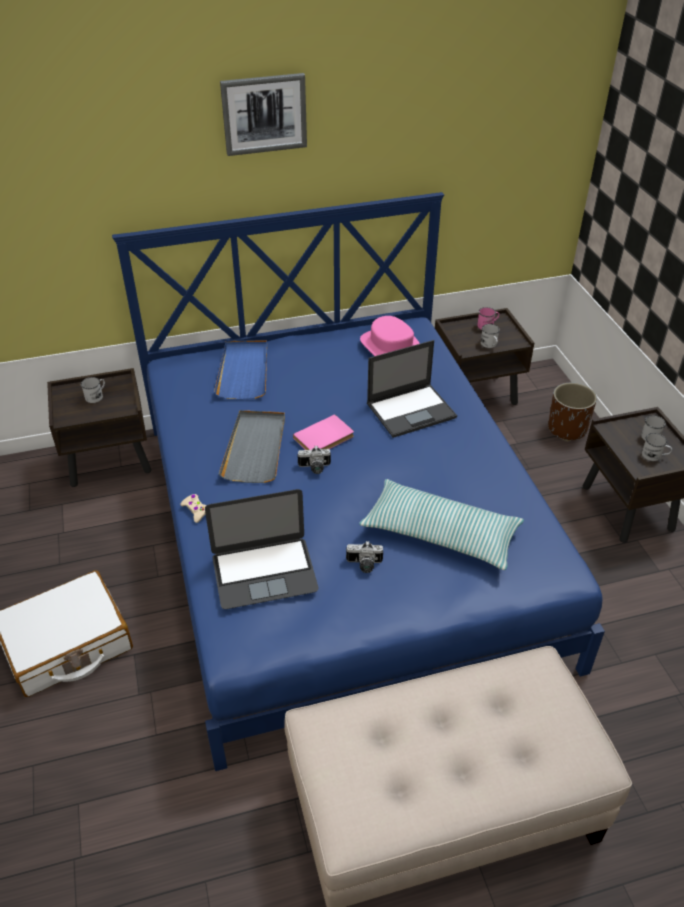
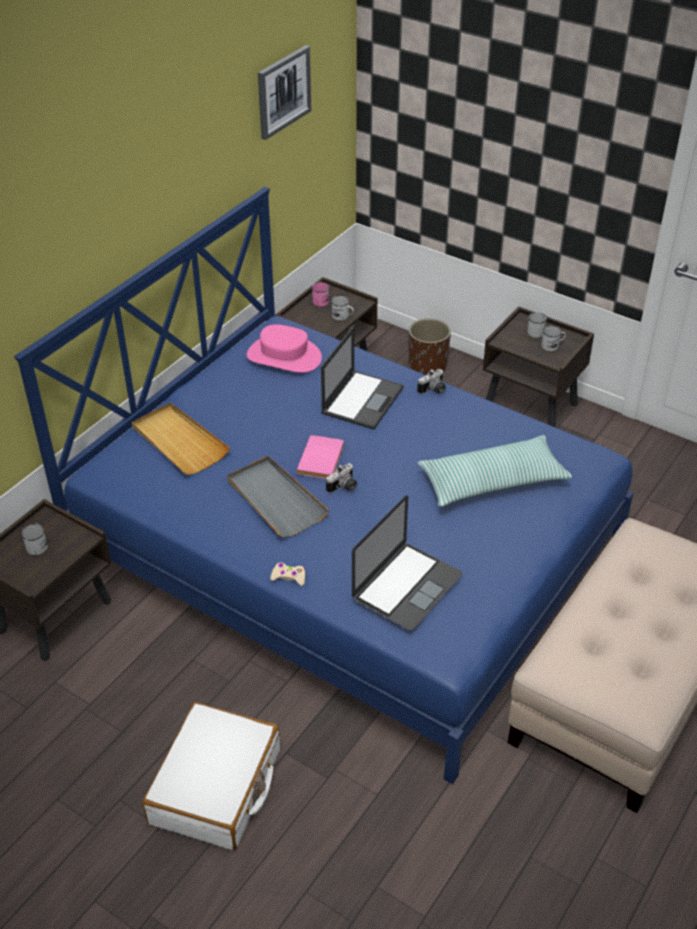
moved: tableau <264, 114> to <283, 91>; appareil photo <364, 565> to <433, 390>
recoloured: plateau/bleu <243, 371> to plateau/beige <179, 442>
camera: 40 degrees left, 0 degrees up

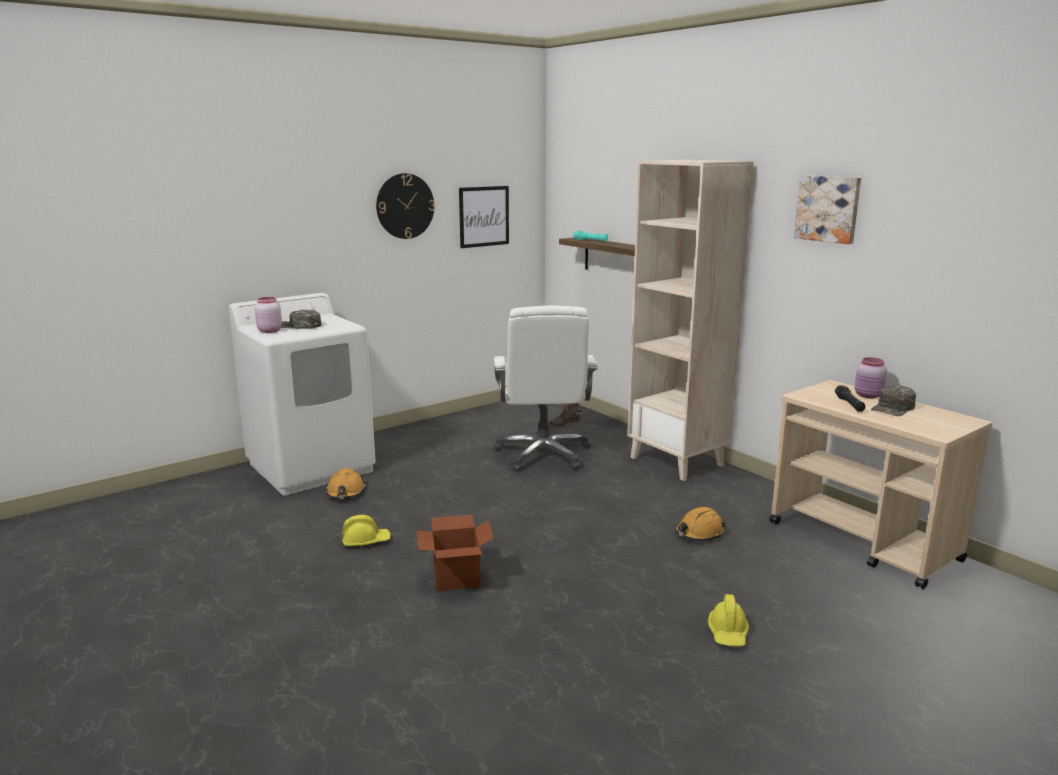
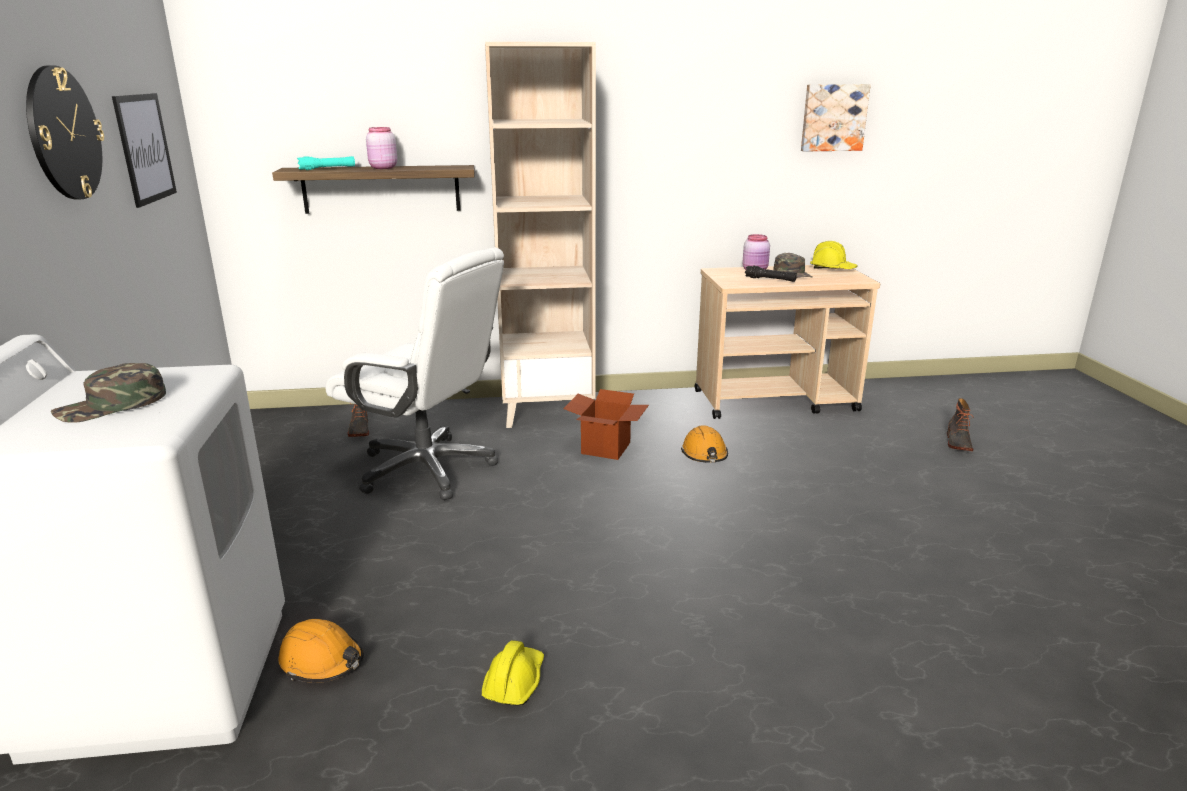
added: botte <957, 442>
moved: bocal/rose <269, 331> to <382, 168>; carton <456, 578> to <605, 448>; casque de chantier/jaune <728, 633> to <832, 269>; tableau <828, 208> to <833, 117>
camera: 60 degrees left, 5 degrees up

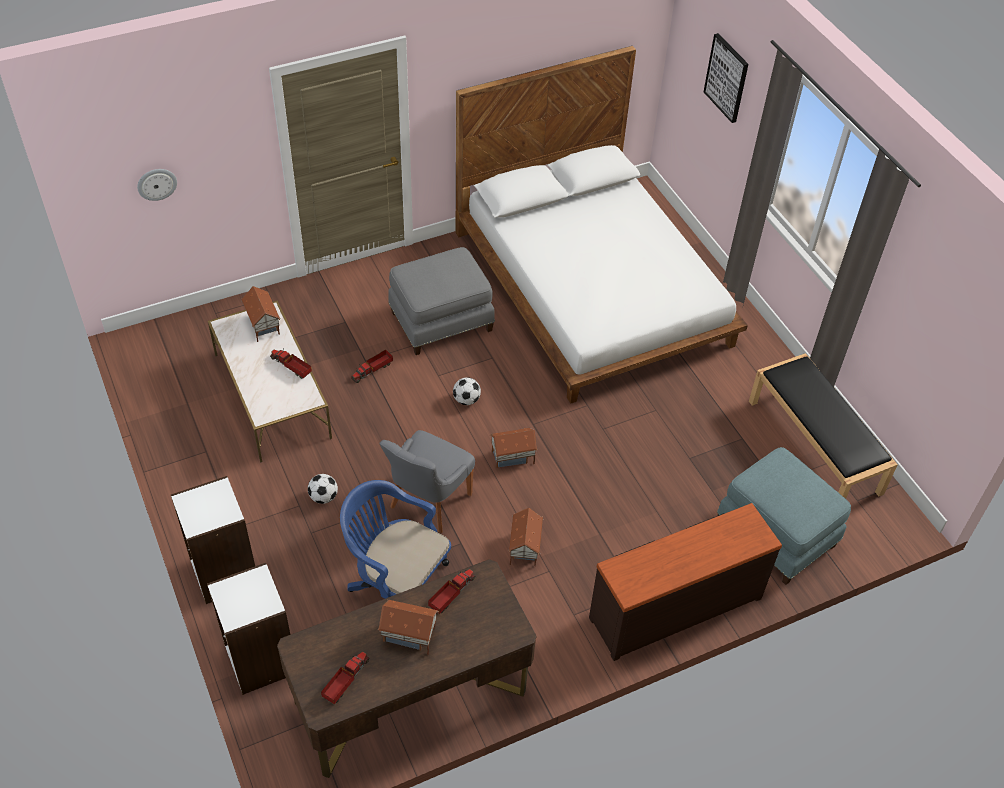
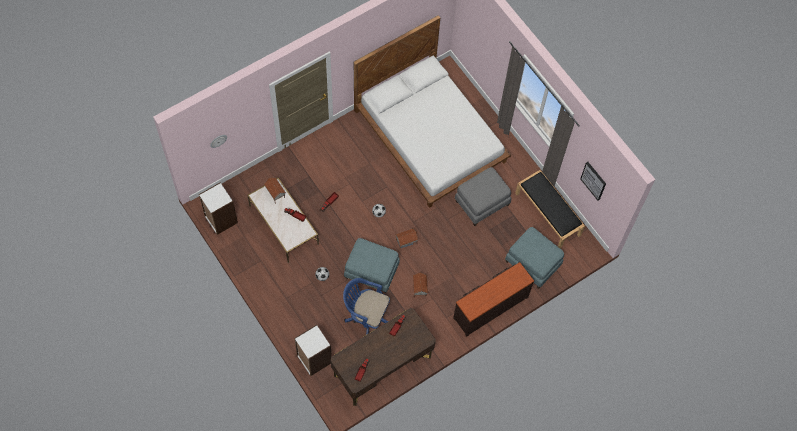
removed: maison miniature <409, 636>
moved: bibliothèque/blanc <223, 572> to <220, 219>; pouf/gris <441, 320> to <481, 202>; tableau <727, 78> to <593, 180>
replaced: chaise/gris <428, 502> to pouf/bleu <371, 272>
camera: 10 degrees left, 15 degrees up

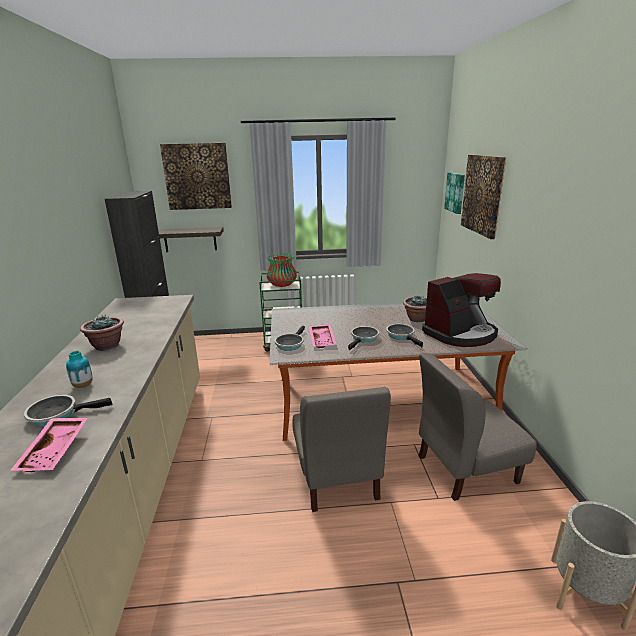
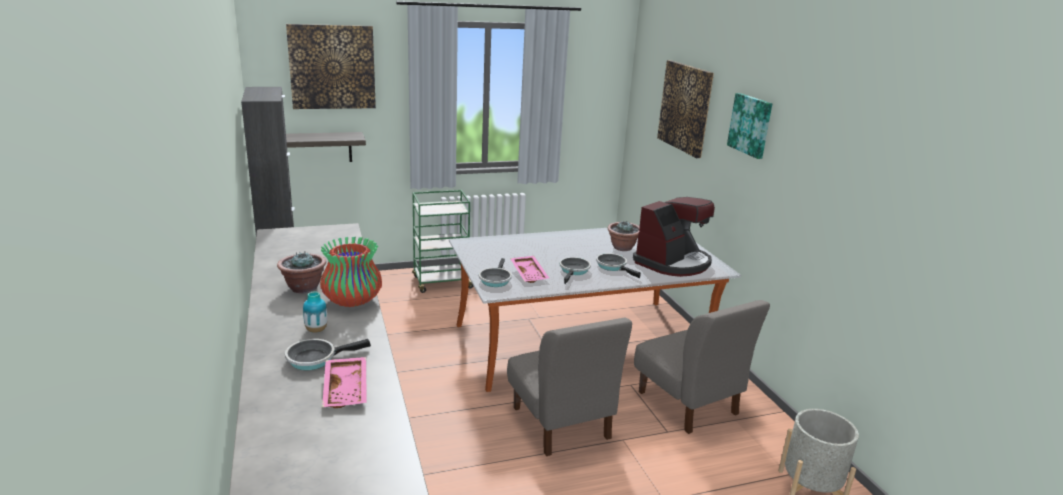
moved: vase <282, 284> to <352, 300>; tableau <456, 192> to <751, 125>
turned: chaise/gris <466, 468> = <687, 403> 90 degrees counterclockwise
camera: 15 degrees left, 0 degrees up

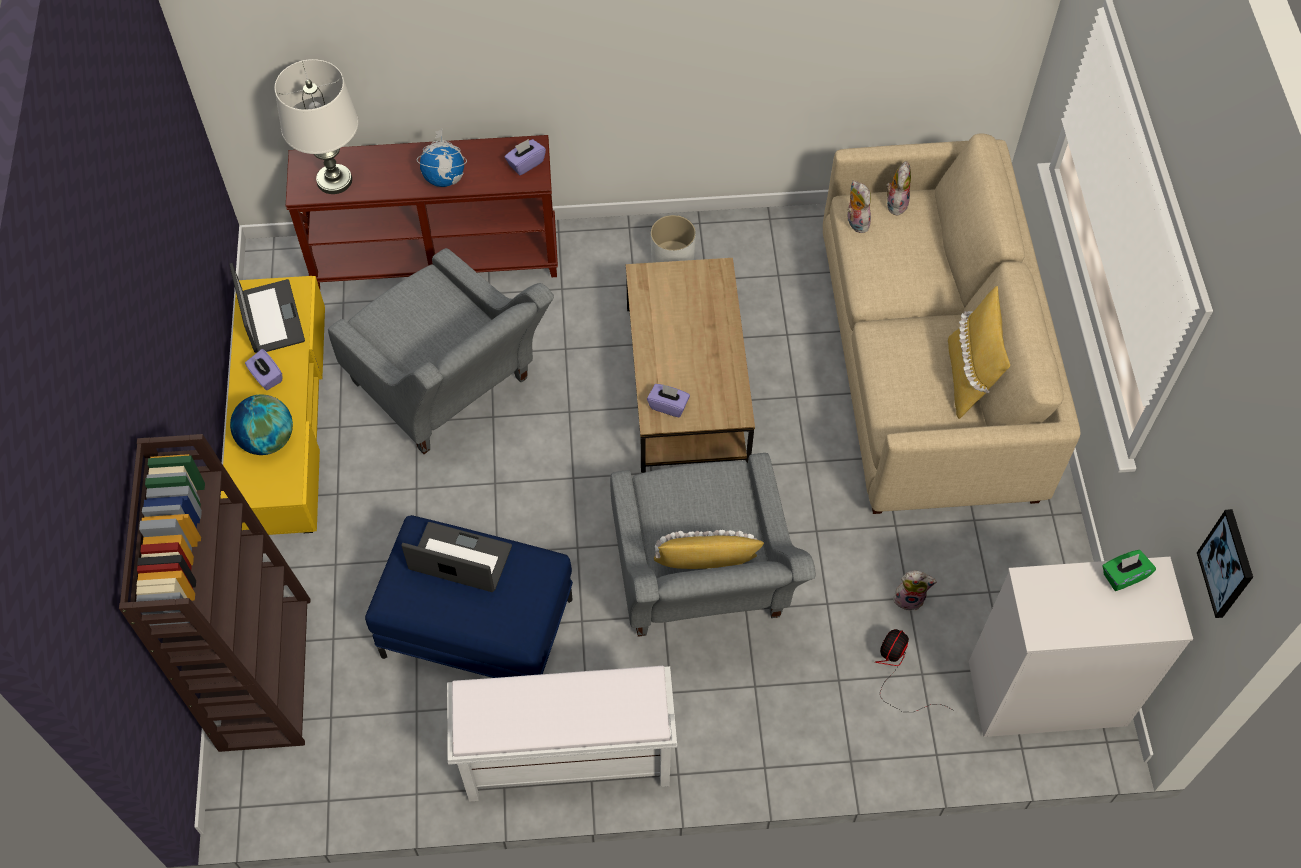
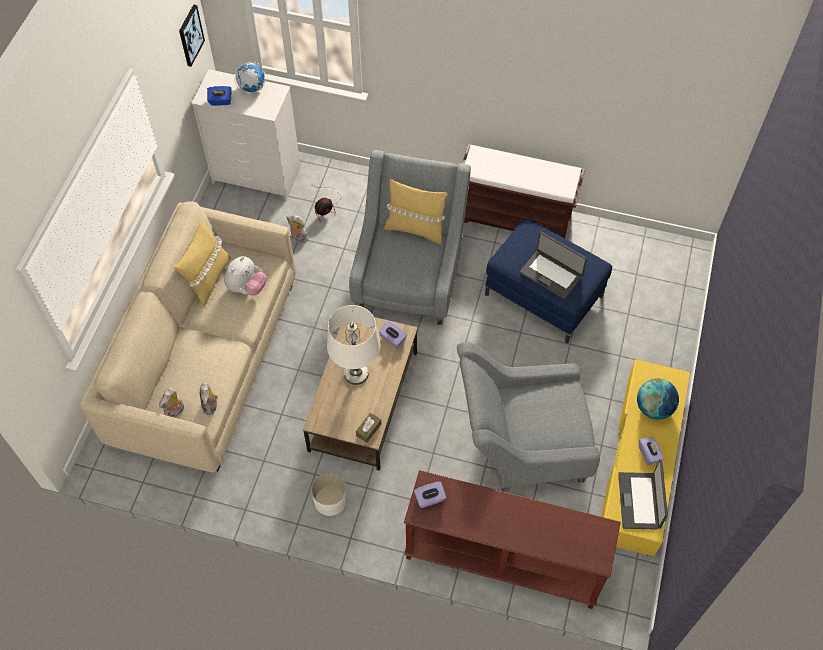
removed: bibliothèque/marron <264, 671>
added: peluche <247, 287>; boîte à mouchoirs/marron <368, 430>
moved: lampe de table/blanc <334, 180> to <356, 373>; globe <445, 178> to <251, 88>
recoloured: banc/blanc <565, 760> to banc/marron <515, 218>; boîte à mouchoirs/vert <1123, 576> to boîte à mouchoirs/bleu <220, 101>
turned: fauteuil/gris <452, 392> = <520, 445> 75 degrees counterclockwise
camera: 160 degrees left, 0 degrees up

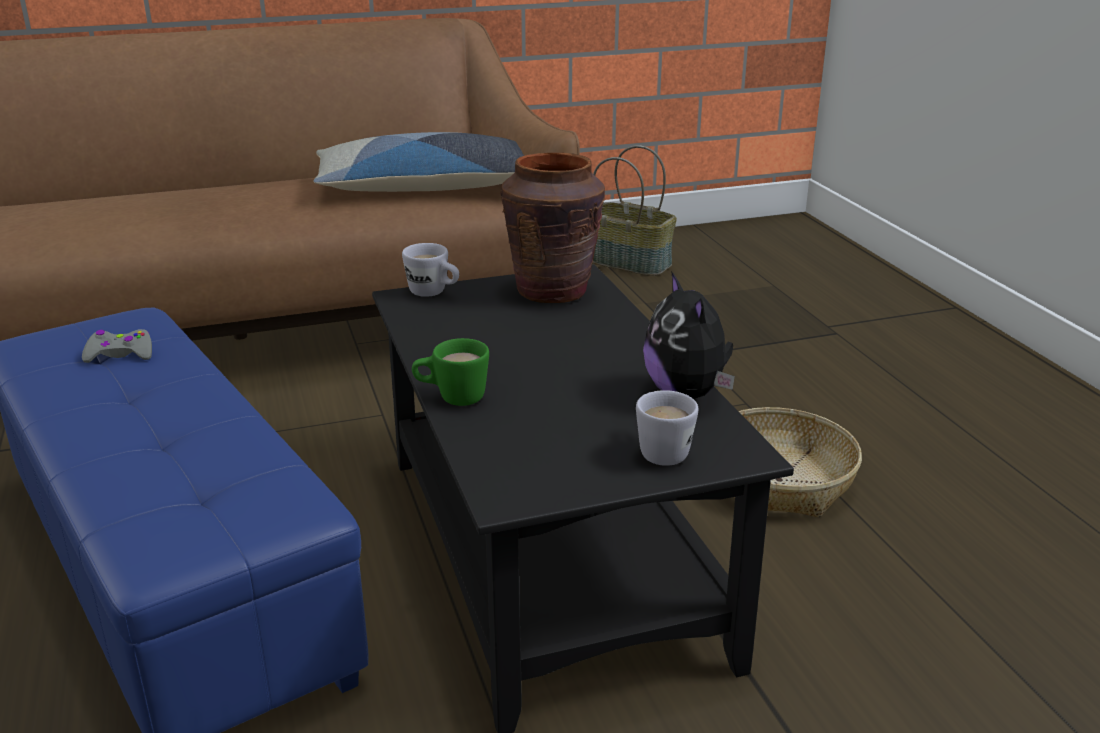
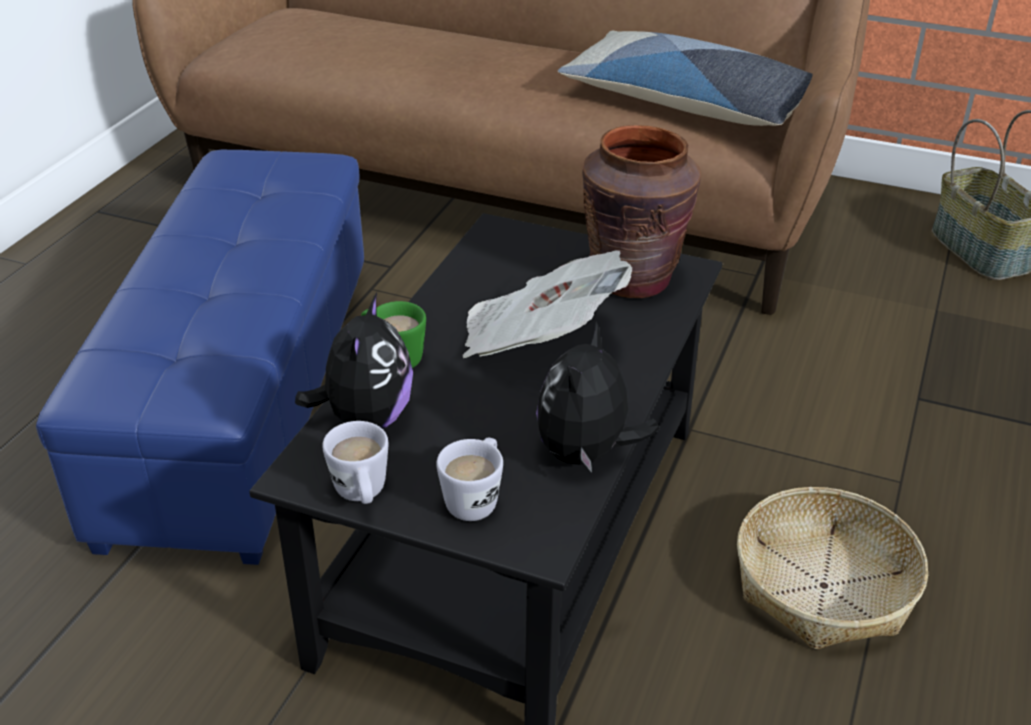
removed: manette/gris <120, 354>
added: peluche <366, 418>; journal <538, 341>
moved: mug/blanc <434, 293> to <362, 495>
camera: 40 degrees right, 10 degrees up

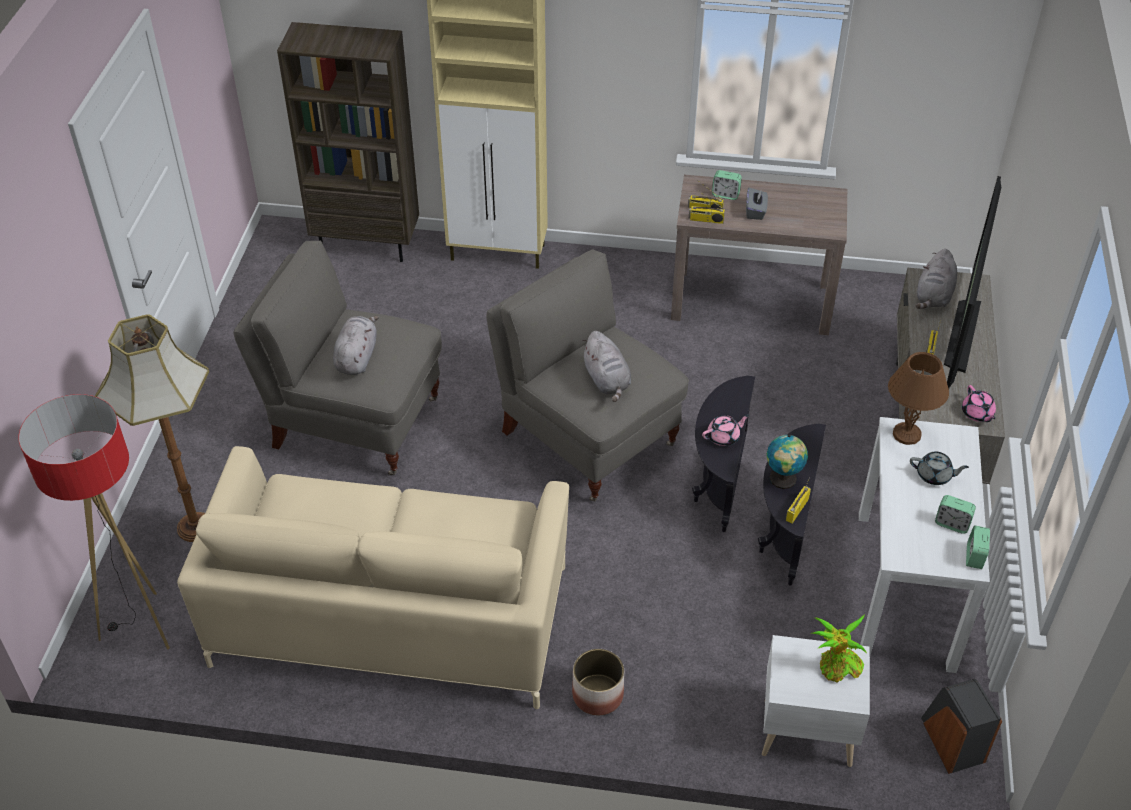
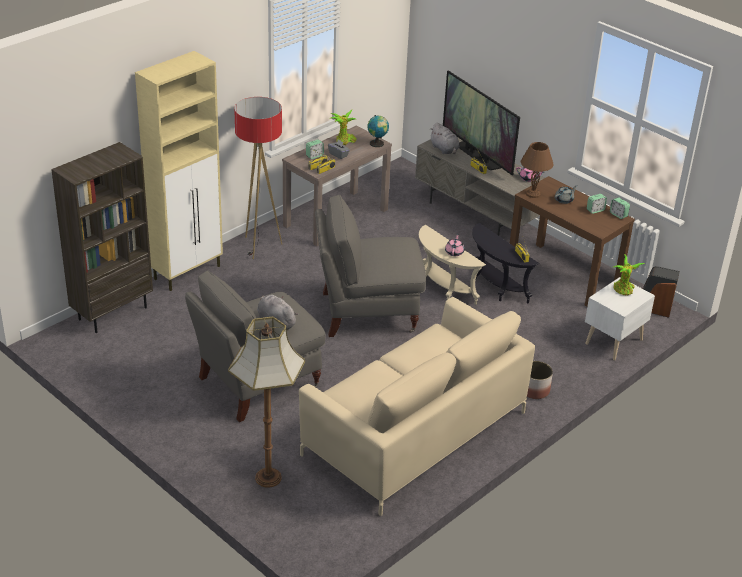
removed: peluche/gris <607, 381>
added: plante en pot <344, 141>
moved: lampadaire <140, 627> to <260, 247>; globe <783, 480> to <377, 144>
recoloured: table d'appoint/noir <718, 480> to table d'appoint/beige <442, 289>; table console/blanc <905, 589> to table console/marron <564, 274>
camera: 55 degrees left, 10 degrees down

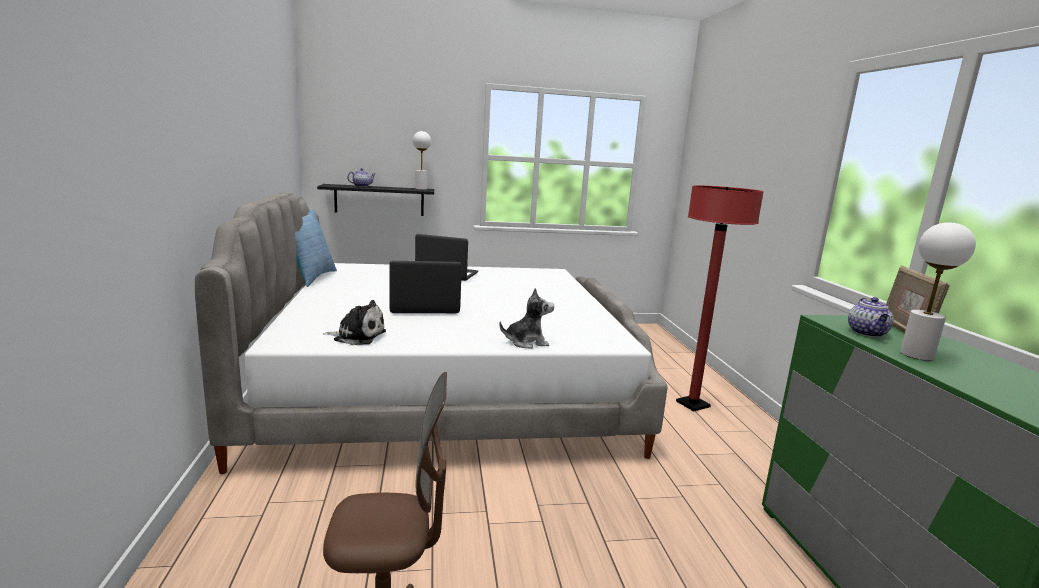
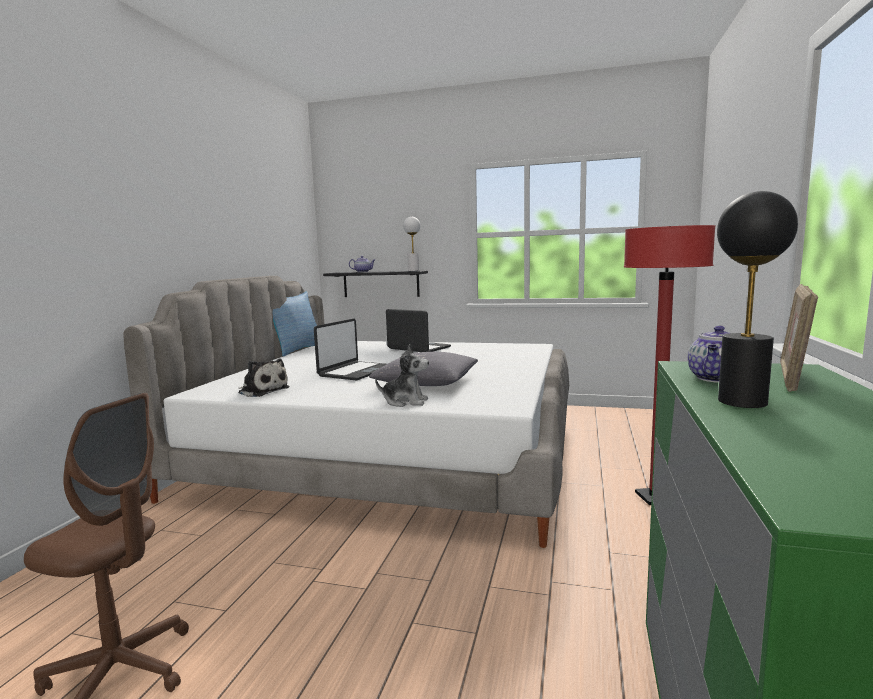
added: coussin/gris <426, 382>
recoloured: lampe de table/blanc <916, 355> to lampe de table/noir <741, 402>
turned: ordinateur portable <424, 307> = <355, 372> 105 degrees clockwise
camera: 25 degrees right, 5 degrees down

